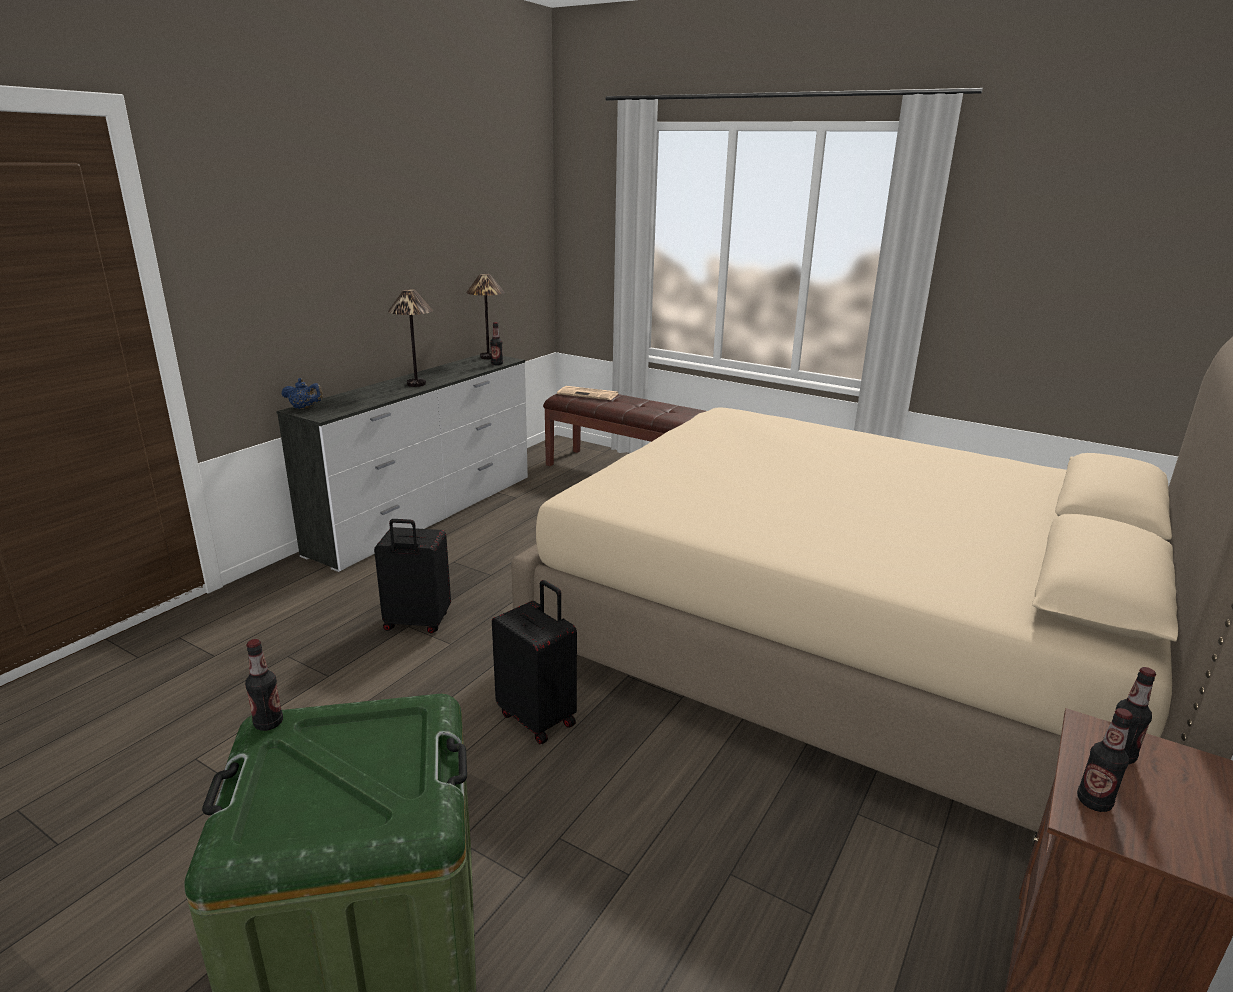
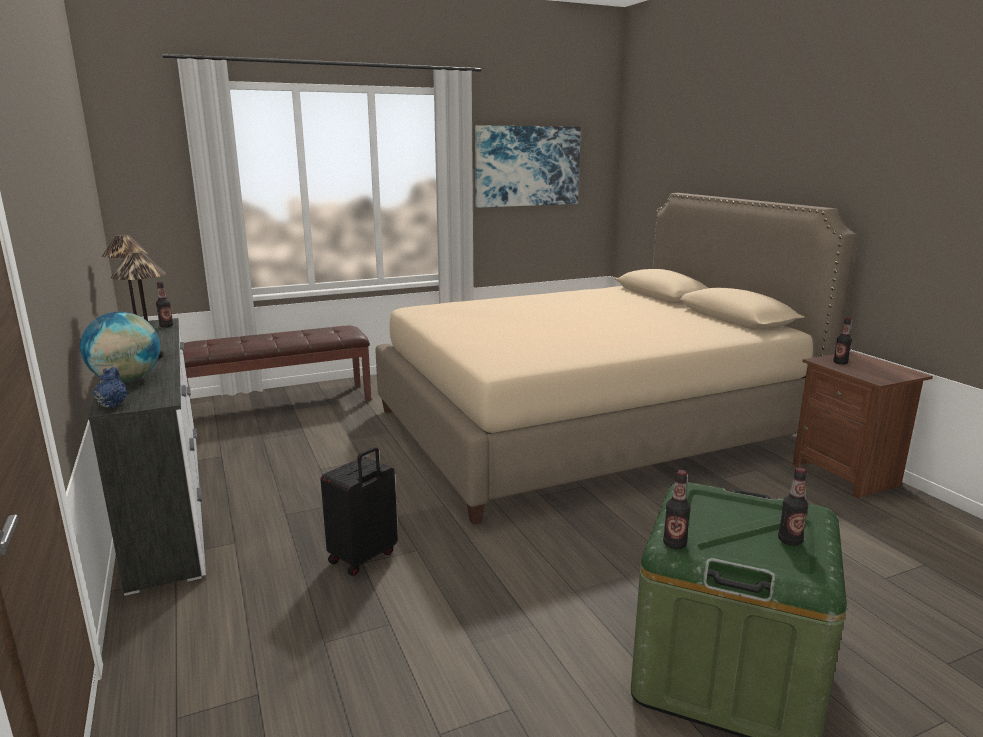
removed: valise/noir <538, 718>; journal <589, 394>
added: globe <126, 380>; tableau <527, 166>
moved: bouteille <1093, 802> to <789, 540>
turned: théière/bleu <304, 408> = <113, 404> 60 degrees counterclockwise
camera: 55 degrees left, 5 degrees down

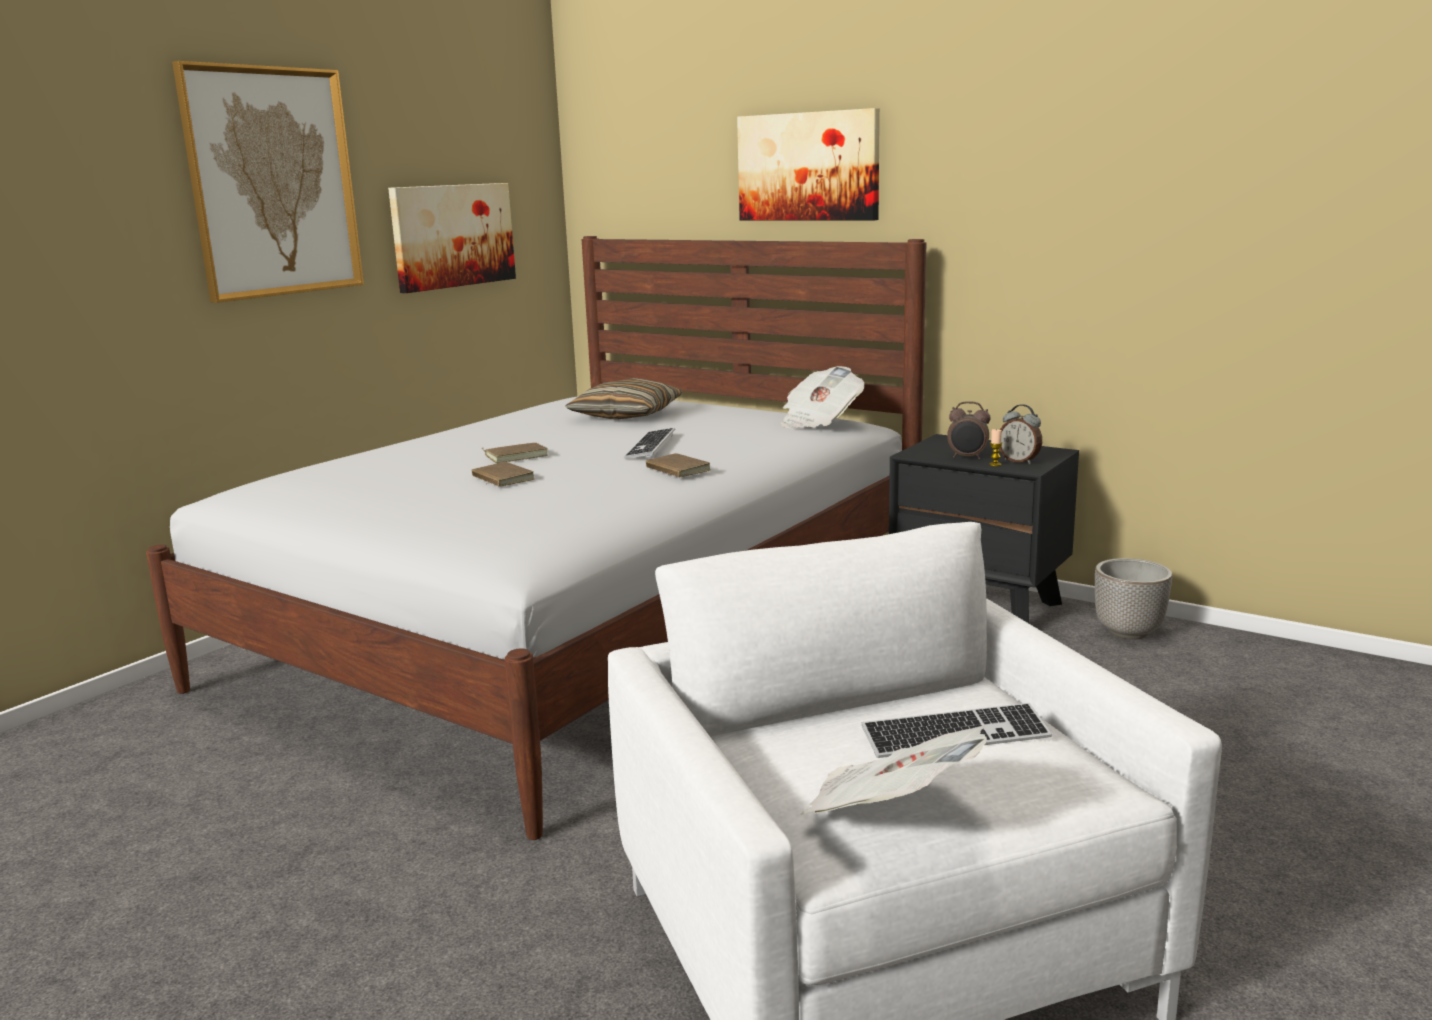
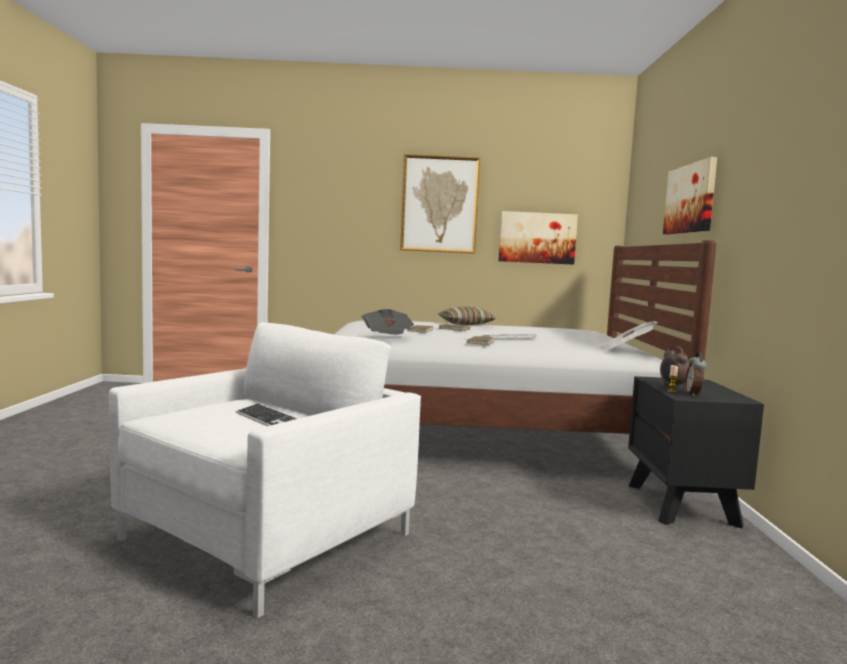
removed: cache-pot <1129, 632>
moved: coussin <626, 414> to <465, 324>; journal <890, 814> to <388, 337>
camera: 55 degrees right, 10 degrees down

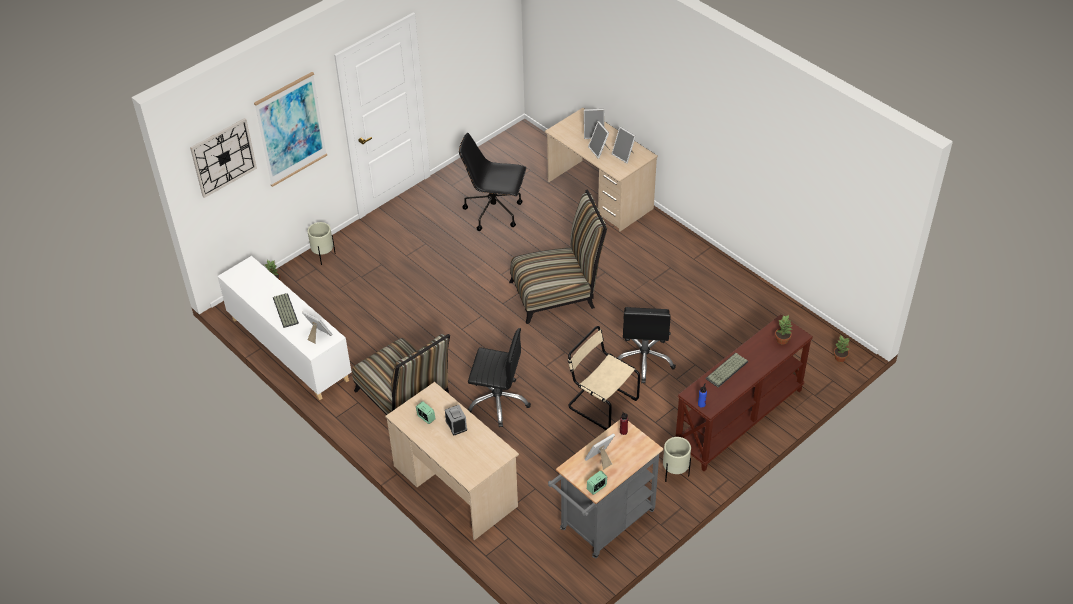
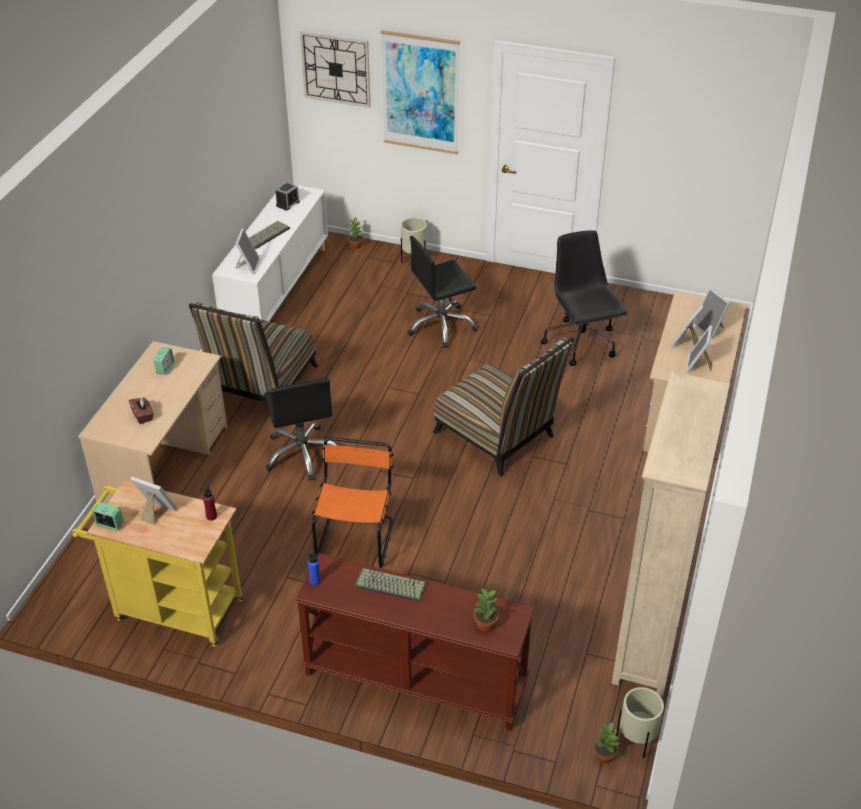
added: boîte à mouchoirs/marron <143, 416>; bibliothèque/beige <649, 639>
moved: réveil <456, 425> to <288, 203>; chaise de bureau/noir <644, 359> to <441, 326>; cache-pot/beige <675, 473> to <636, 741>
recoloured: chariot/gris <603, 524> to chariot/jaune <172, 608>; chaise/beige <600, 402> to chaise/orange <356, 537>
camera: 60 degrees right, 5 degrees down

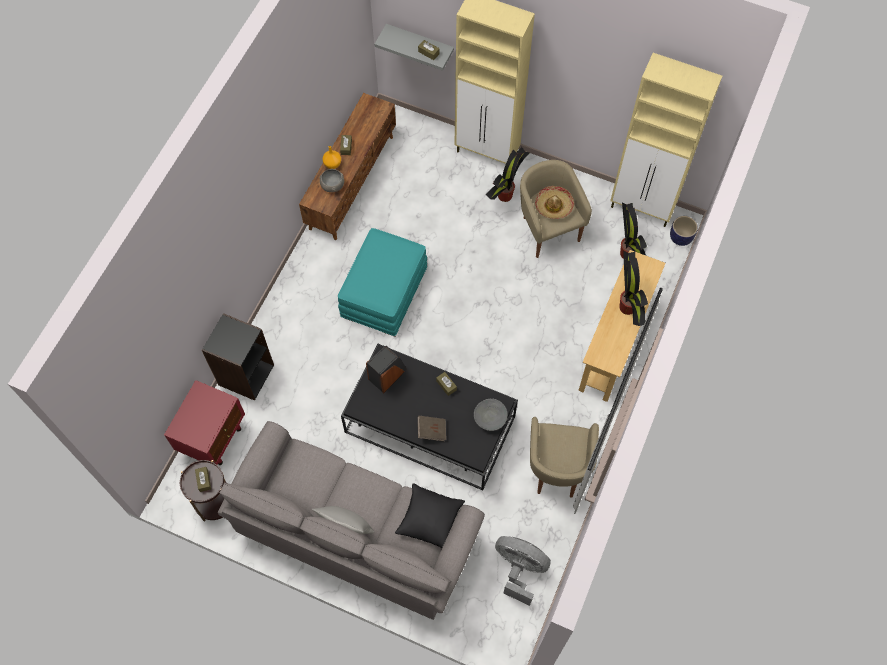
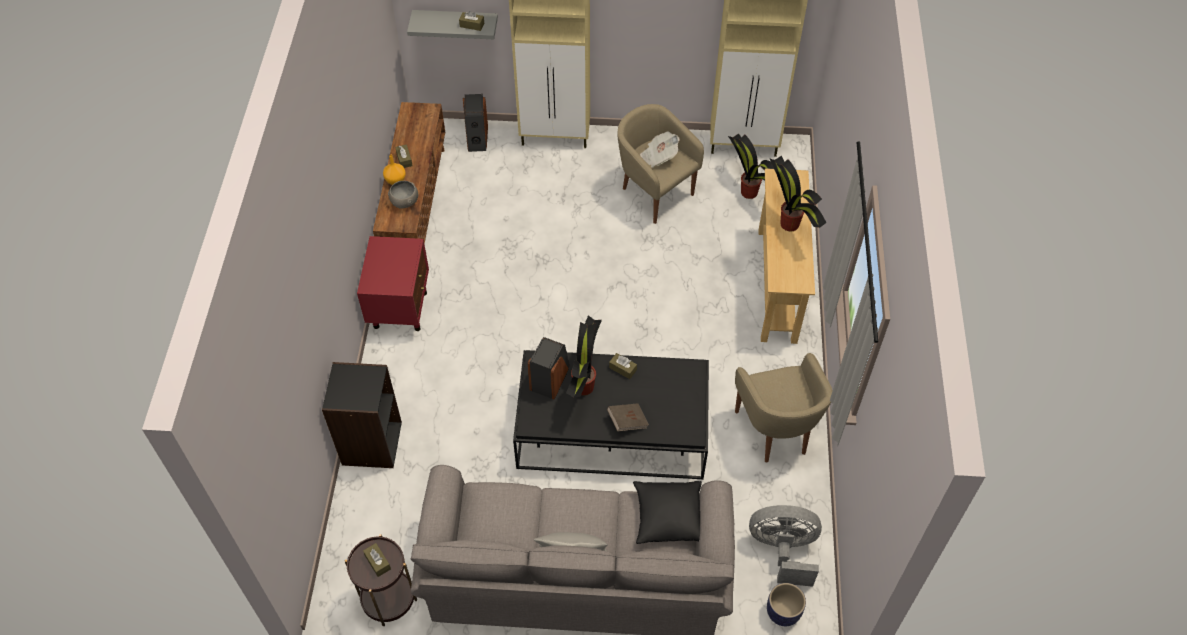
removed: pouf/turquoise <384, 292>; bol/gris <490, 418>
added: enceinte <477, 138>
moved: table de chevet/rouge <214, 438> to <400, 309>; plante en pot <505, 195> to <584, 385>; cache-pot <681, 237> to <783, 612>
replaced: chapeau <553, 205> to journal <659, 156>
camera: 20 degrees left, 10 degrees down

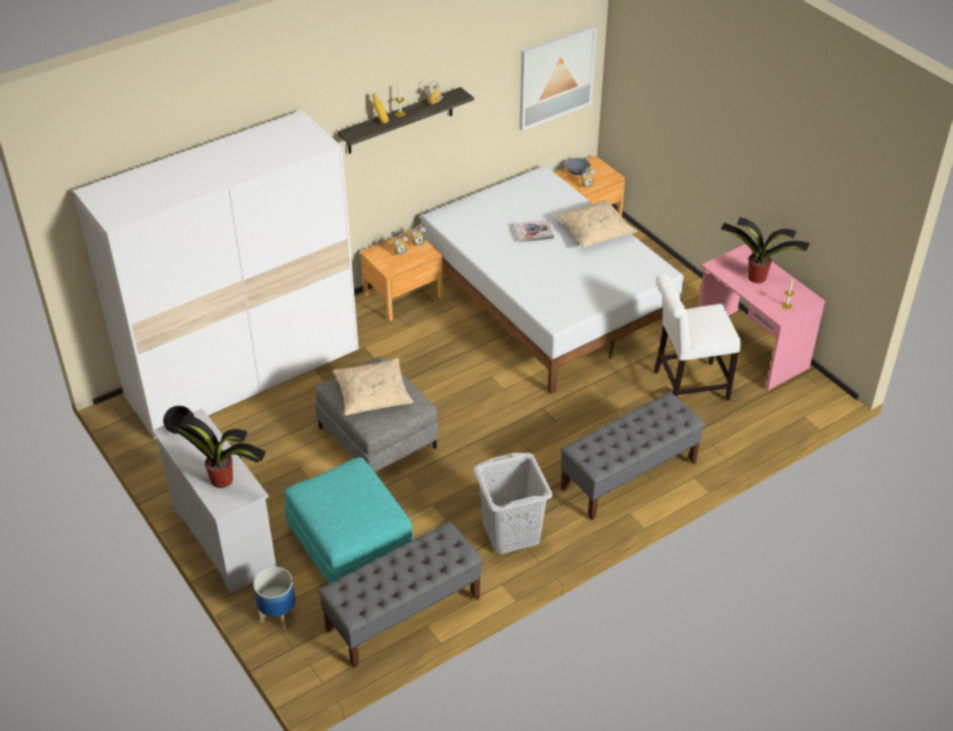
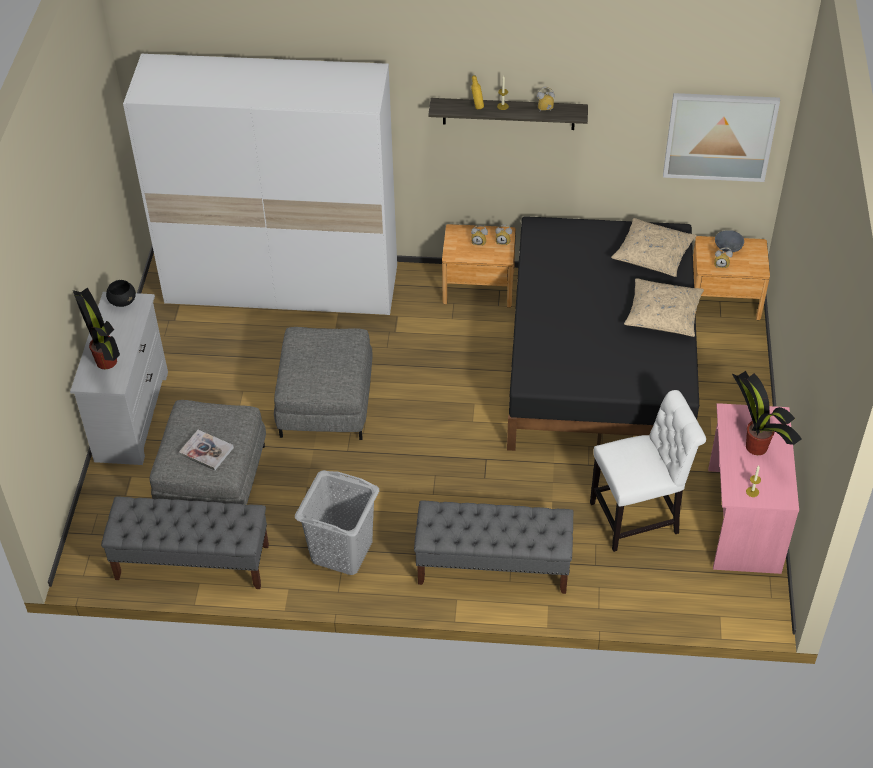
removed: cache-pot <277, 615>
moved: coussin/beige <372, 394> to <653, 254>; livre <533, 232> to <206, 451>
recoloured: pouf/turquoise <349, 545> to pouf/gris <212, 479>; lit/blanc <546, 299> to lit/noir <600, 360>
turned: chaise/blanc <686, 385> = <639, 517> 135 degrees clockwise
camera: 40 degrees right, 5 degrees up

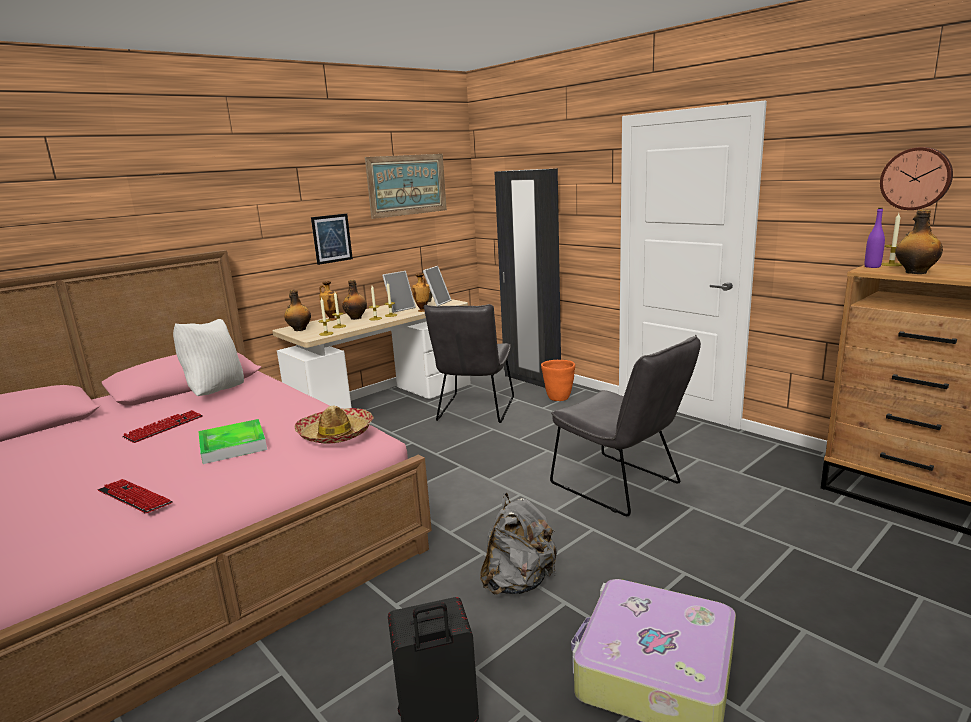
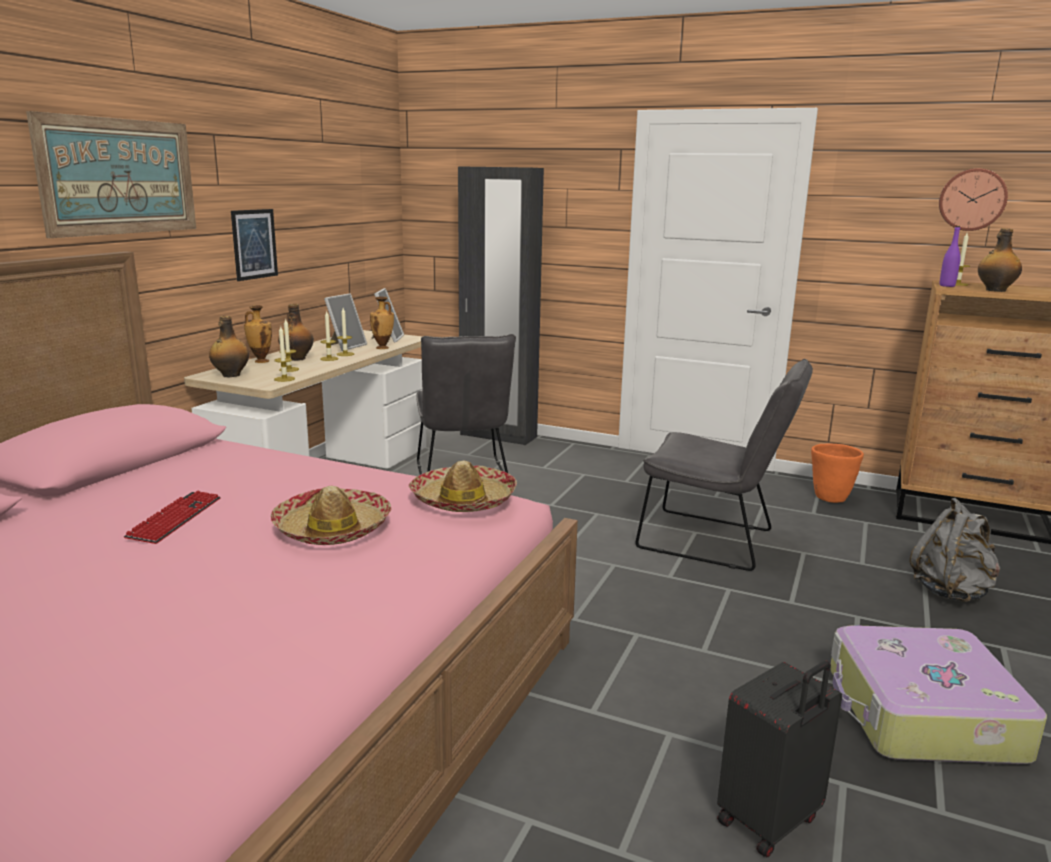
removed: clavier <135, 498>; coussin/blanc <215, 392>
moved: tableau <407, 185> to <119, 176>; sac à dos/gris <519, 582> to <951, 592>; cache-pot/orange <558, 398> to <830, 498>
replaced: plateau <233, 445> to chapeau <333, 529>
camera: 25 degrees left, 0 degrees up

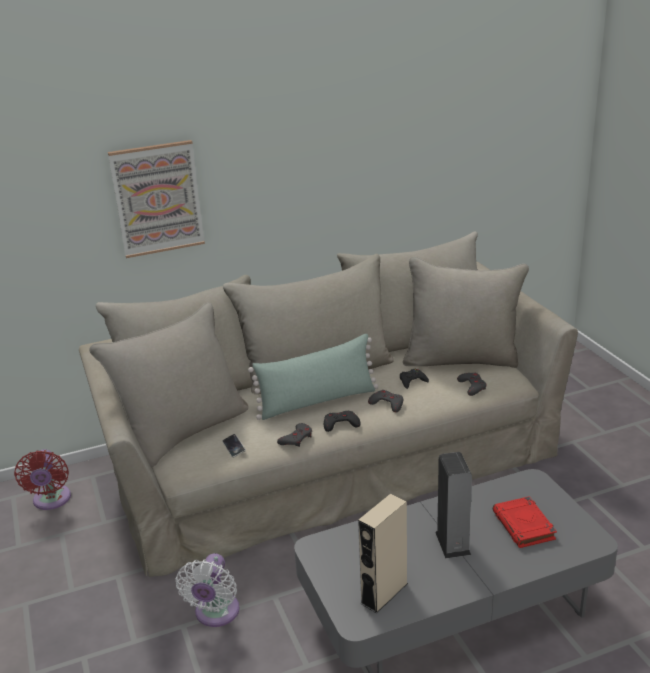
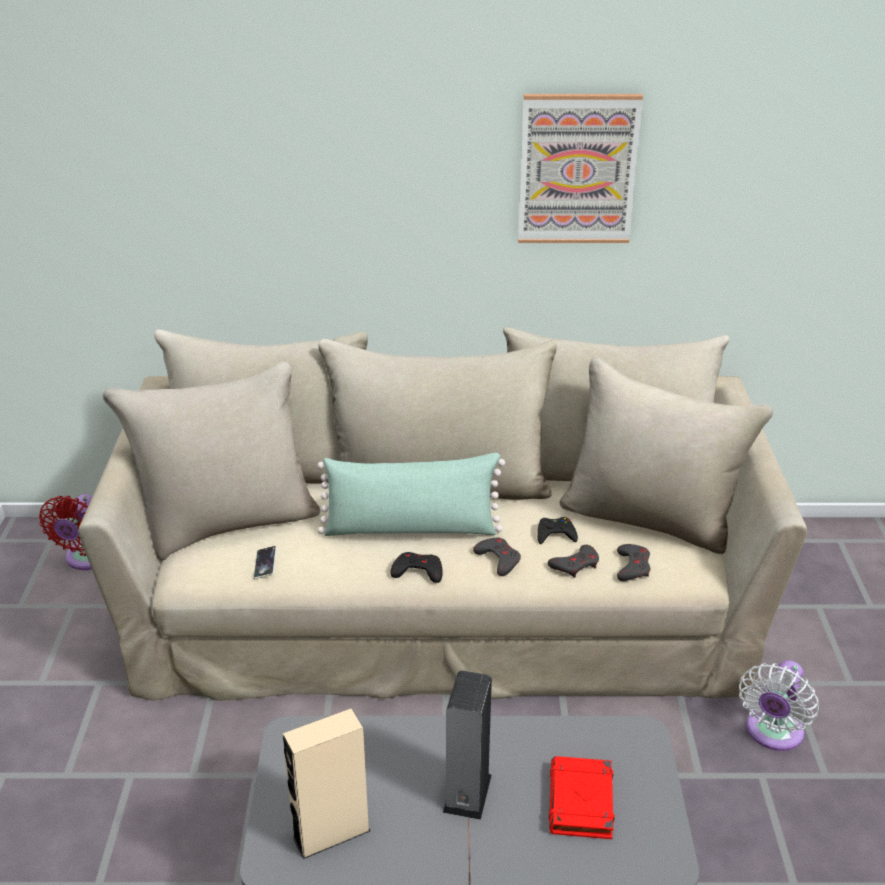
moved: tableau <157, 199> to <577, 169>; ventilateur/blanc <215, 614> to <772, 733>; manette/gris <296, 438> to <575, 565>
camera: 20 degrees right, 5 degrees up

